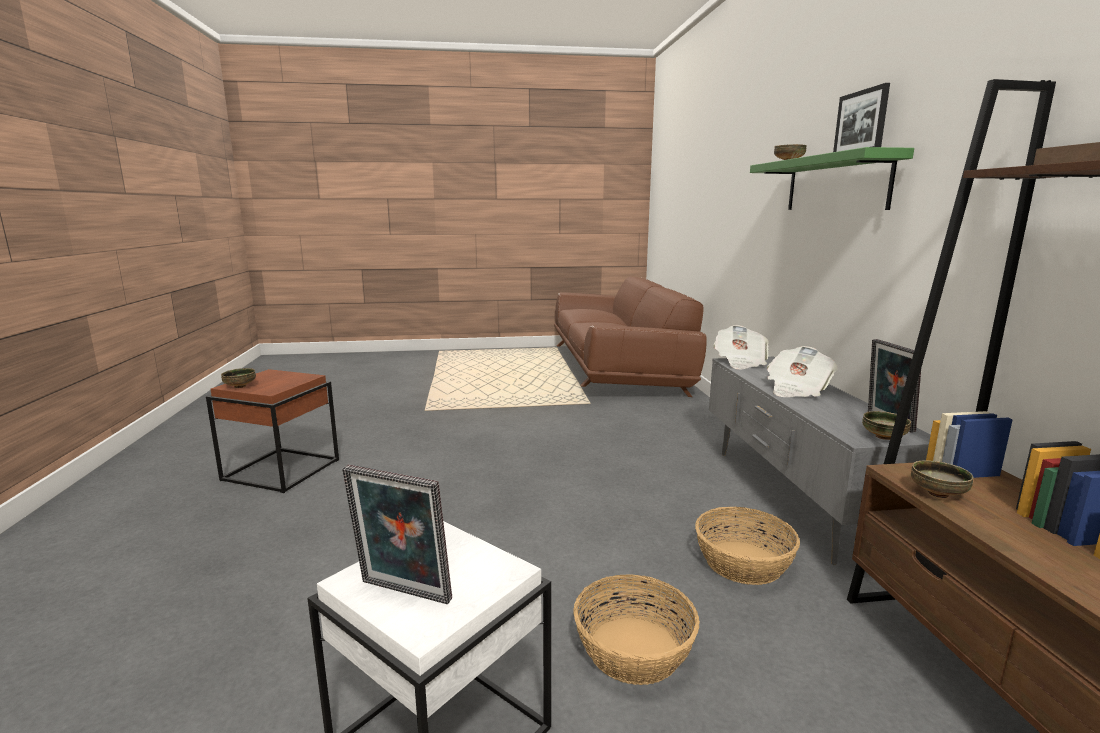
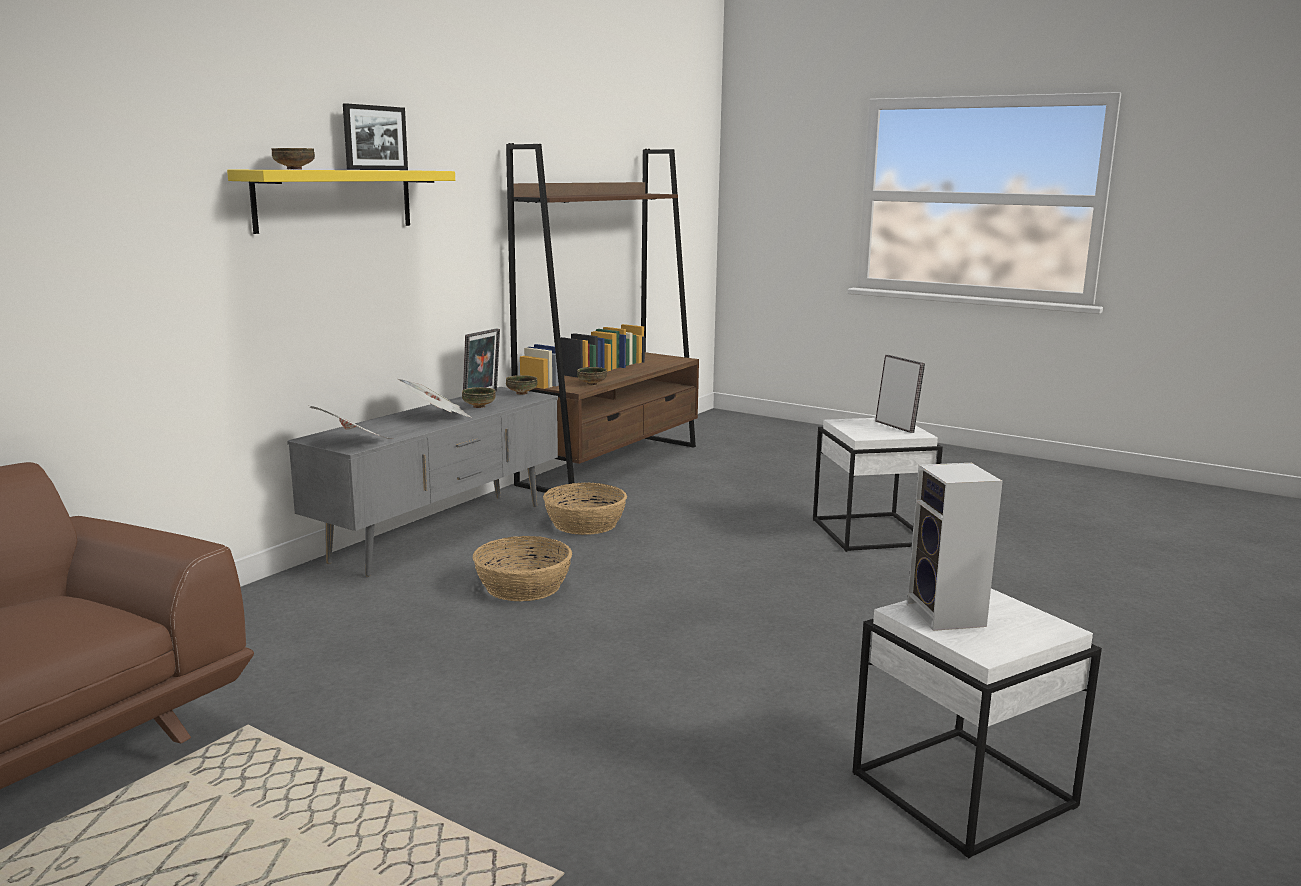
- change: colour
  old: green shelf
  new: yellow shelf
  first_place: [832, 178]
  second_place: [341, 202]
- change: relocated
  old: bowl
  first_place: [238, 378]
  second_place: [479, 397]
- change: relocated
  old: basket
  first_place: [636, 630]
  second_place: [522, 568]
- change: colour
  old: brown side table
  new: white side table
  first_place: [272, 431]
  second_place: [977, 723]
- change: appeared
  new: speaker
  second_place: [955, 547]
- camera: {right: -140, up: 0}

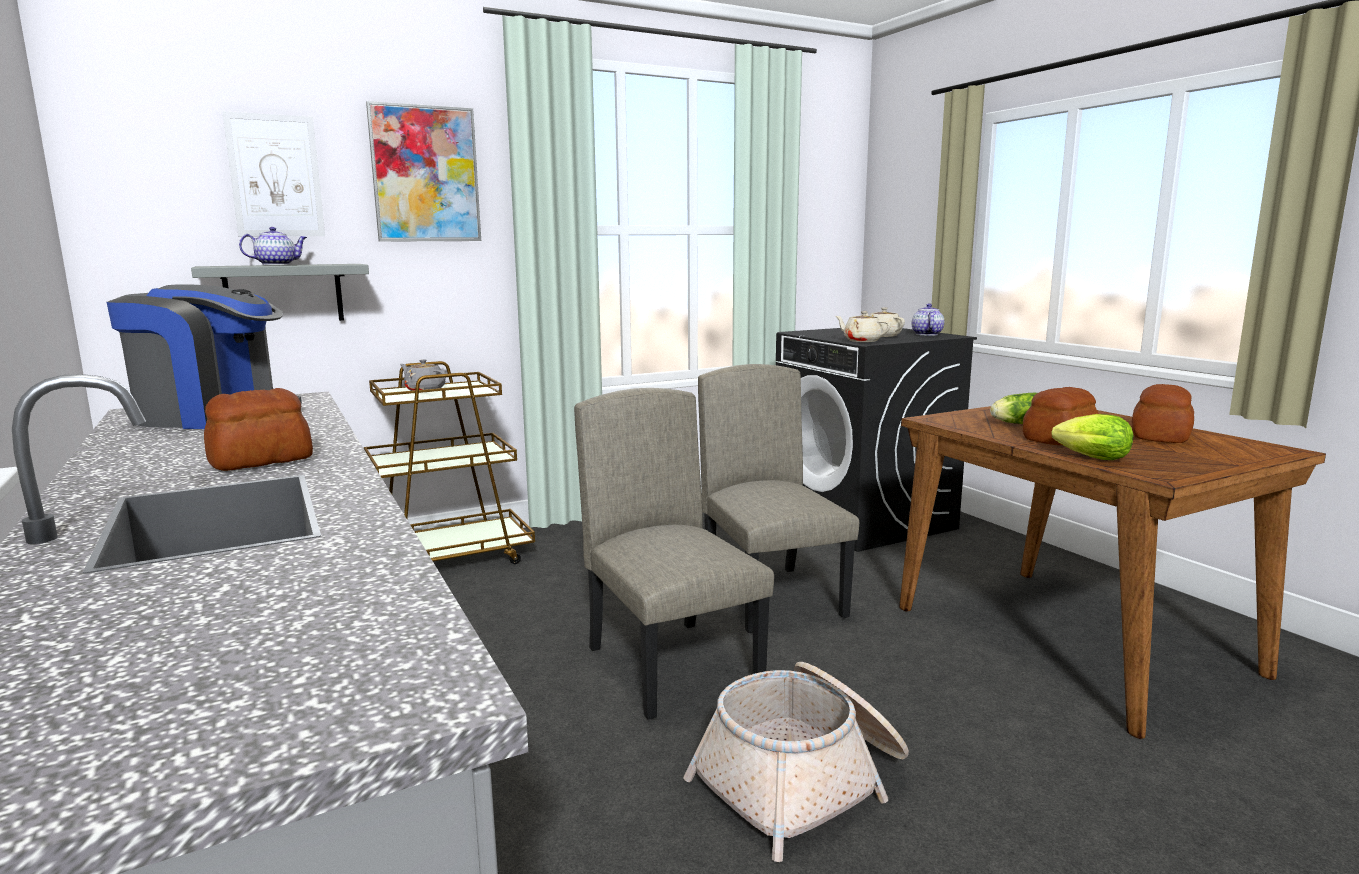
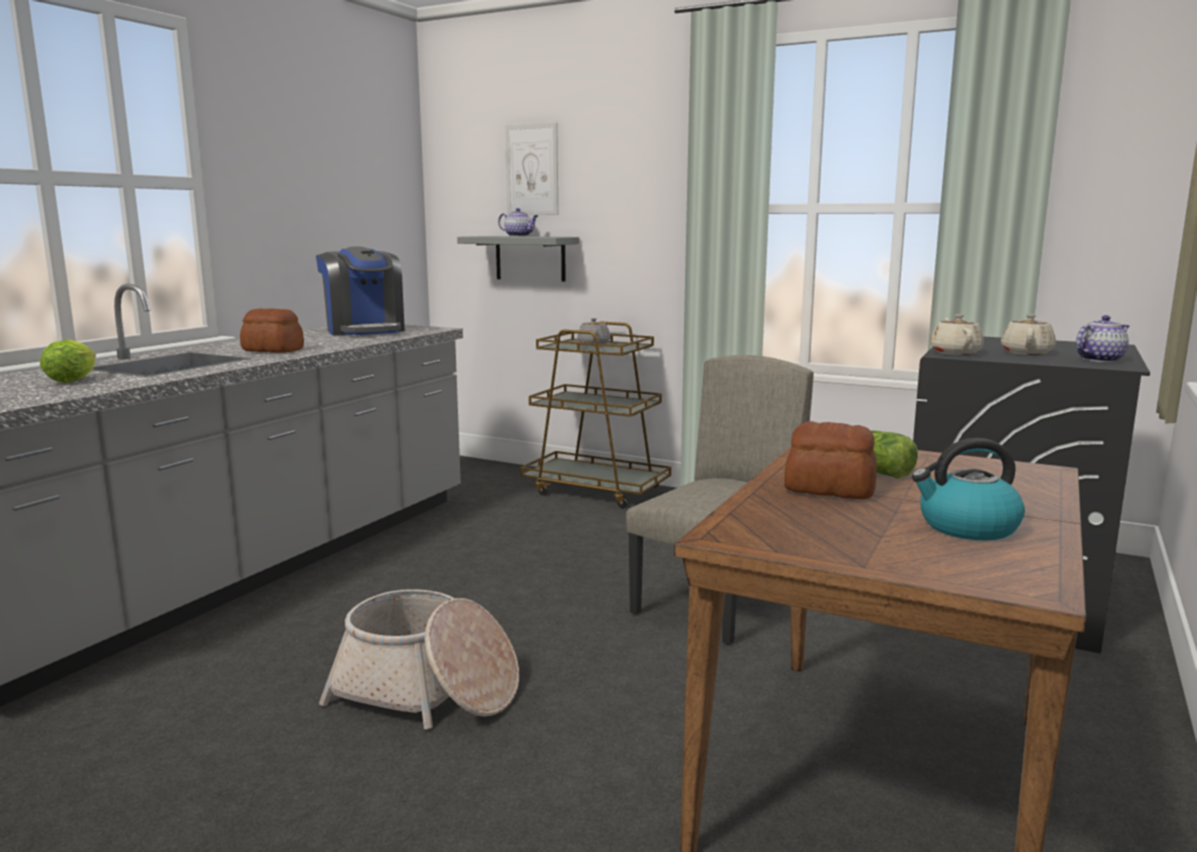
- change: relocated
  old: lettuce
  first_place: [1092, 437]
  second_place: [68, 361]
- change: exchanged
  old: bread
  new: kettle
  first_place: [1163, 413]
  second_place: [968, 489]
- change: missing
  old: picture
  first_place: [423, 171]
- change: missing
  old: beige chair
  first_place: [674, 554]
- camera: {right: 55, up: 0}

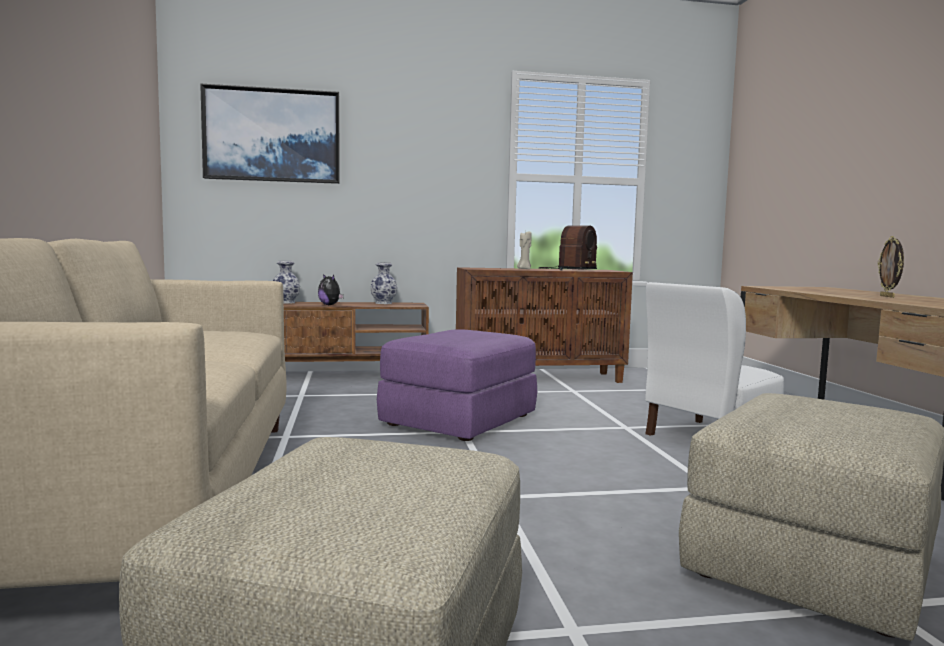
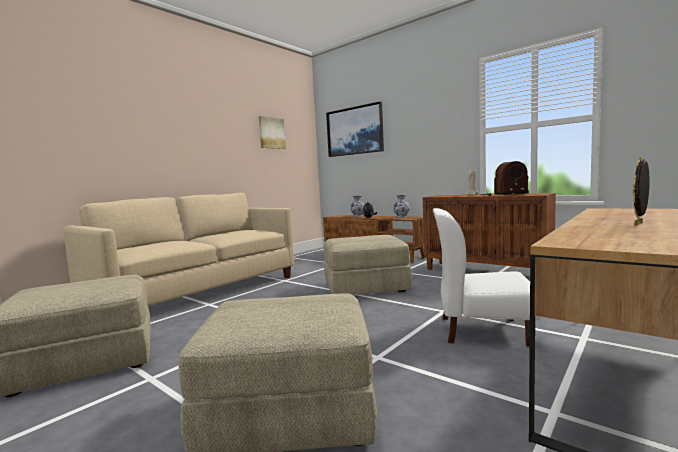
- change: appeared
  new: picture
  second_place: [272, 132]
- change: colour
  old: purple ottoman
  new: beige ottoman
  first_place: [457, 385]
  second_place: [368, 265]
- camera: {right: 50, up: 0}

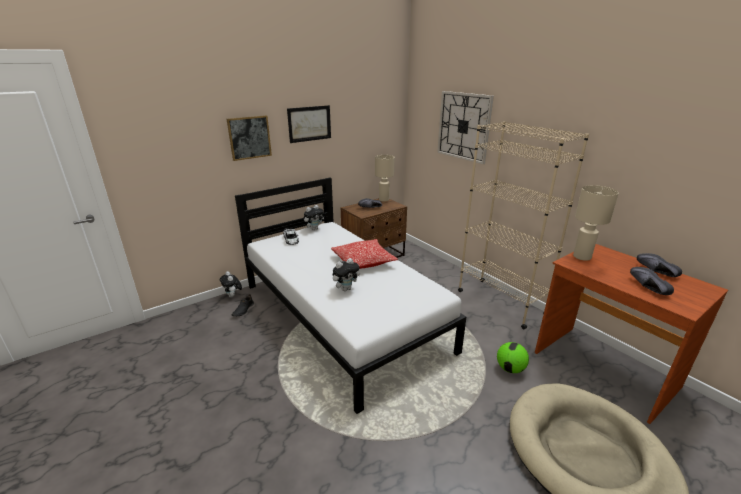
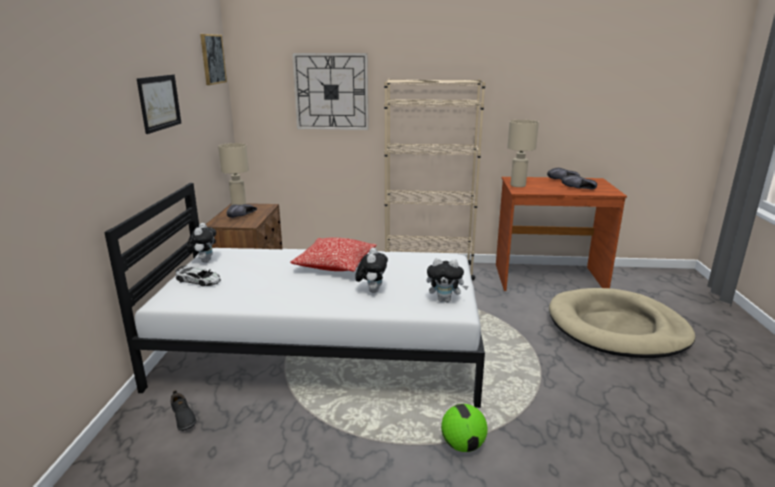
- change: relocated
  old: picture
  first_place: [249, 138]
  second_place: [213, 59]
- change: relocated
  old: plush toy
  first_place: [231, 284]
  second_place: [447, 280]
- change: relocated
  old: football
  first_place: [513, 357]
  second_place: [464, 428]
- camera: {right: -50, up: -5}

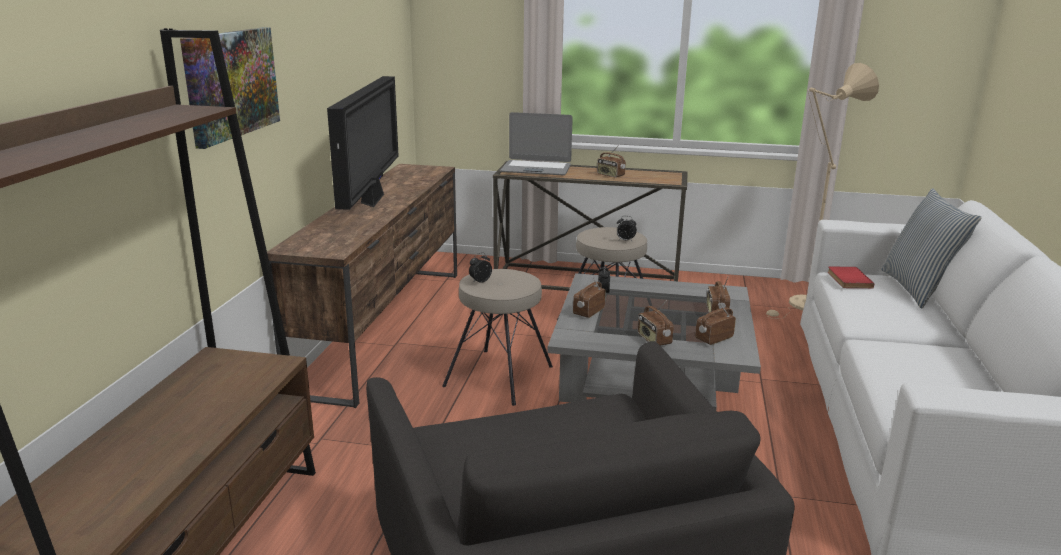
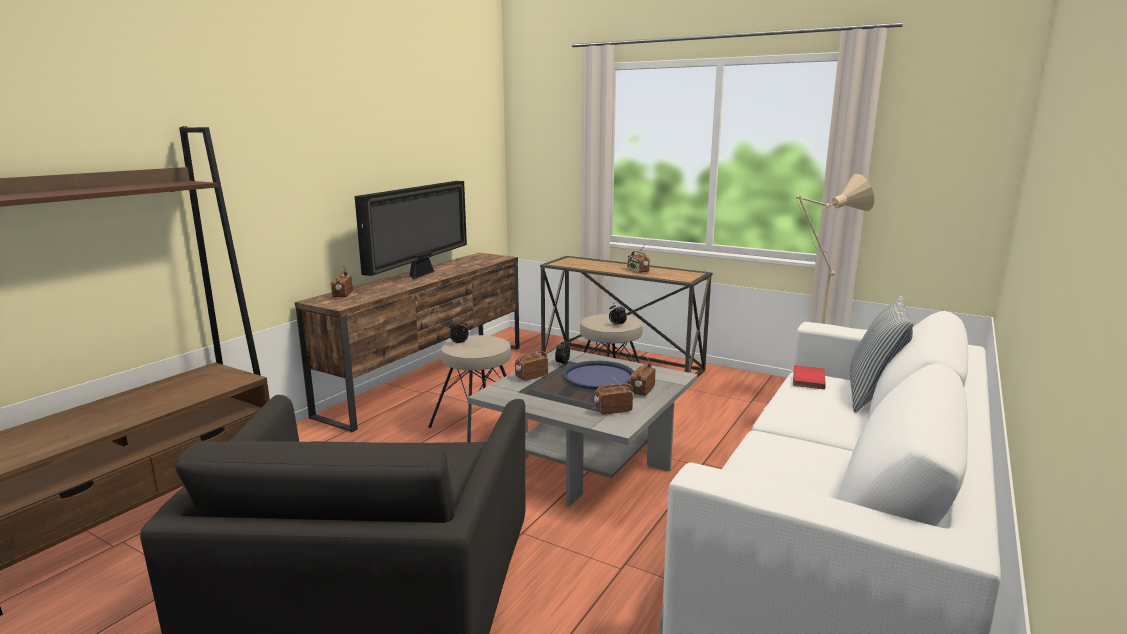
- change: relocated
  old: radio
  first_place: [656, 323]
  second_place: [342, 281]
- change: appeared
  new: blue tray
  second_place: [598, 375]
- change: missing
  old: picture
  first_place: [230, 88]
- change: missing
  old: laptop
  first_place: [536, 143]
- camera: {right: 20, up: -5}

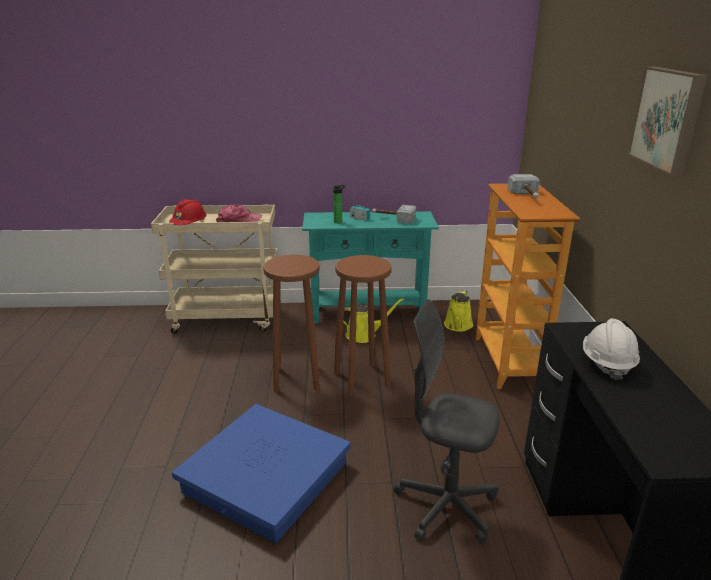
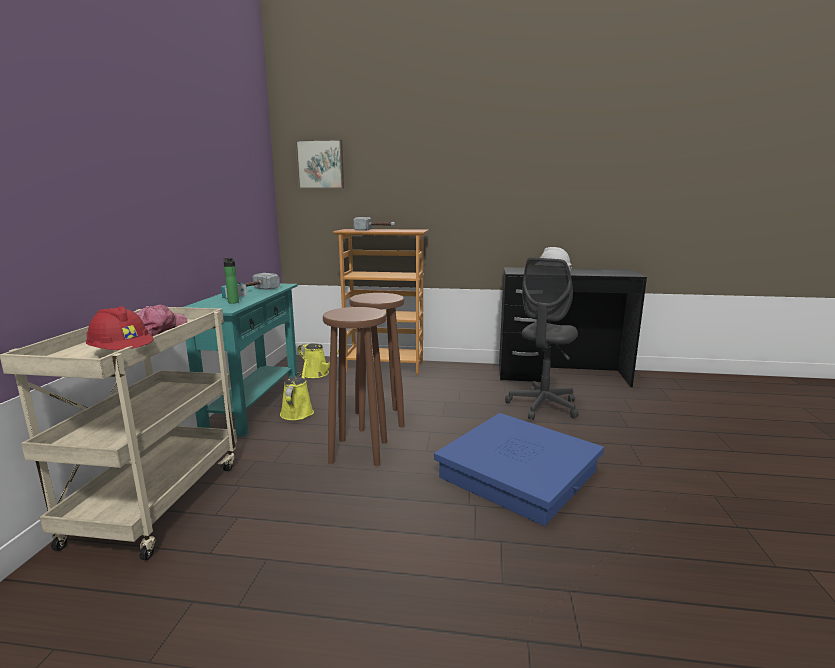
- change: relocated
  old: picture
  first_place: [667, 121]
  second_place: [319, 164]
- camera: {right: -80, up: -10}

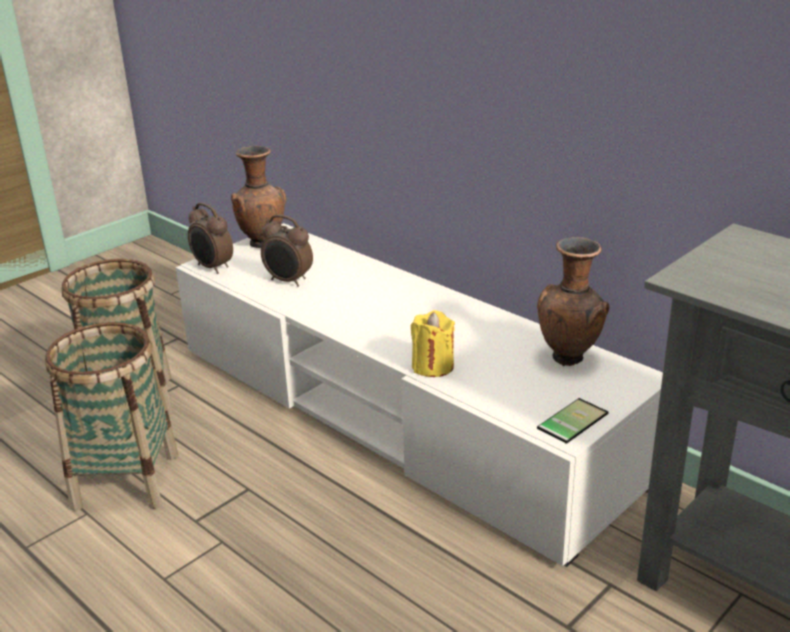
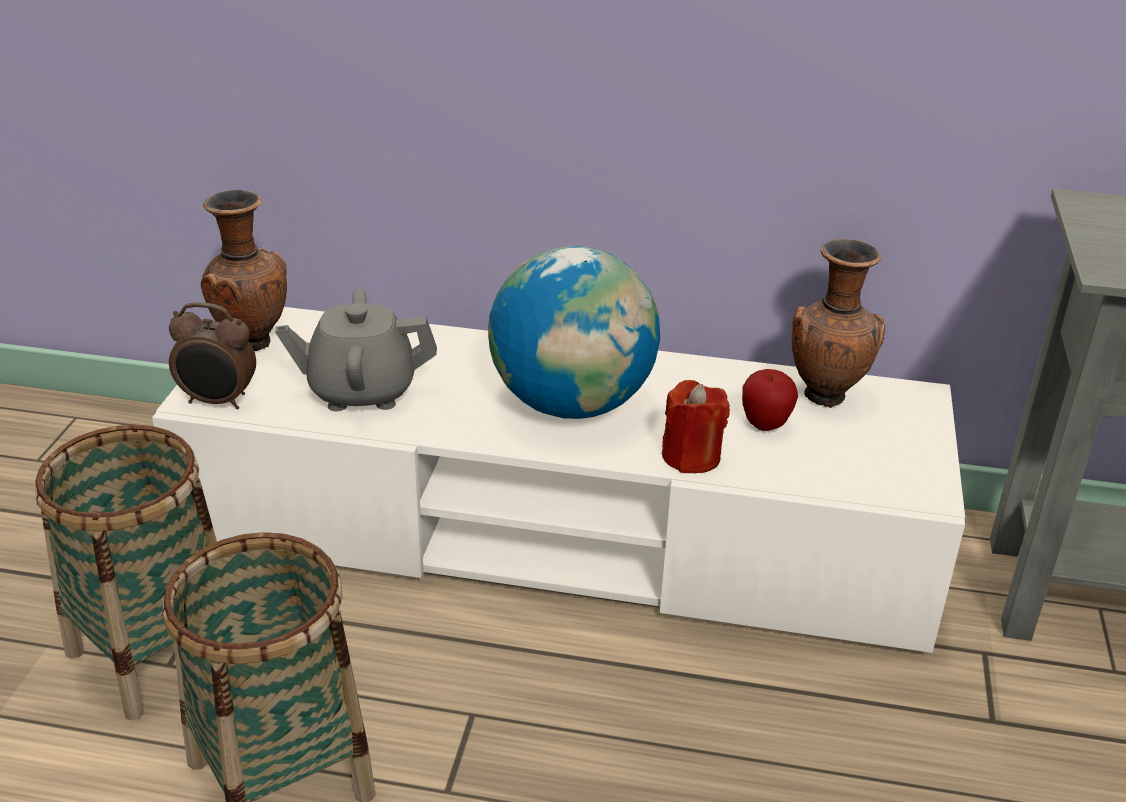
- change: exchanged
  old: alarm clock
  new: grey teapot
  first_place: [287, 251]
  second_place: [356, 350]
- change: appeared
  new: globe
  second_place: [574, 332]
- change: colour
  old: yellow candle
  new: red candle
  first_place: [433, 343]
  second_place: [696, 426]
- change: appeared
  new: apple
  second_place: [770, 400]
- change: missing
  old: phone
  first_place: [572, 421]
- camera: {right: -35, up: 5}

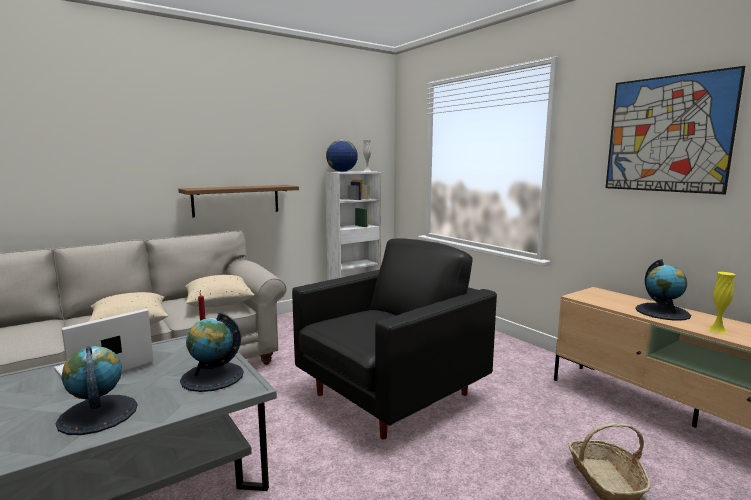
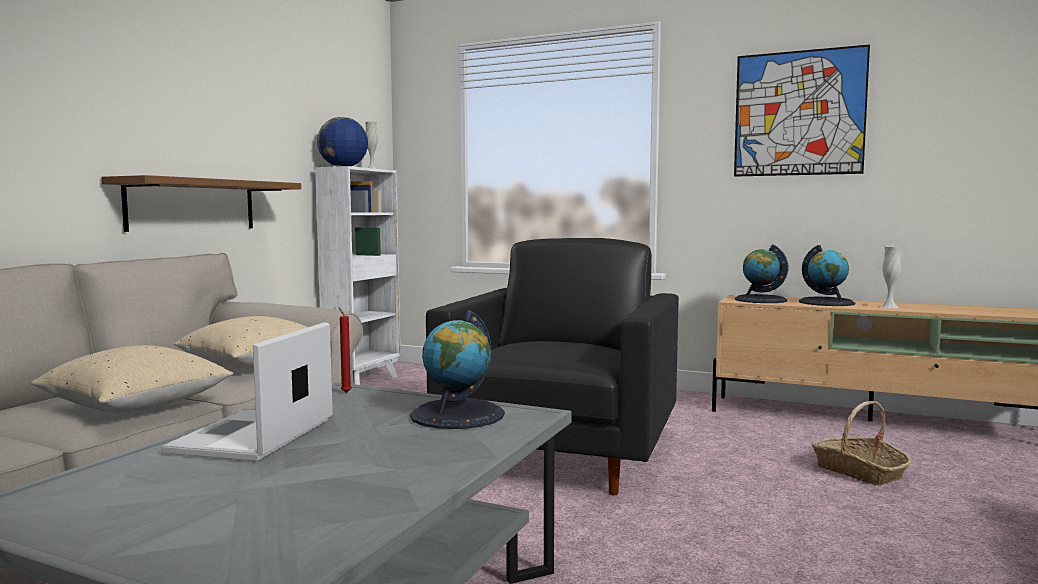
- change: relocated
  old: globe
  first_place: [96, 390]
  second_place: [761, 273]
- change: colour
  old: yellow vase
  new: white vase
  first_place: [721, 302]
  second_place: [890, 277]
- camera: {right: -30, up: -5}

